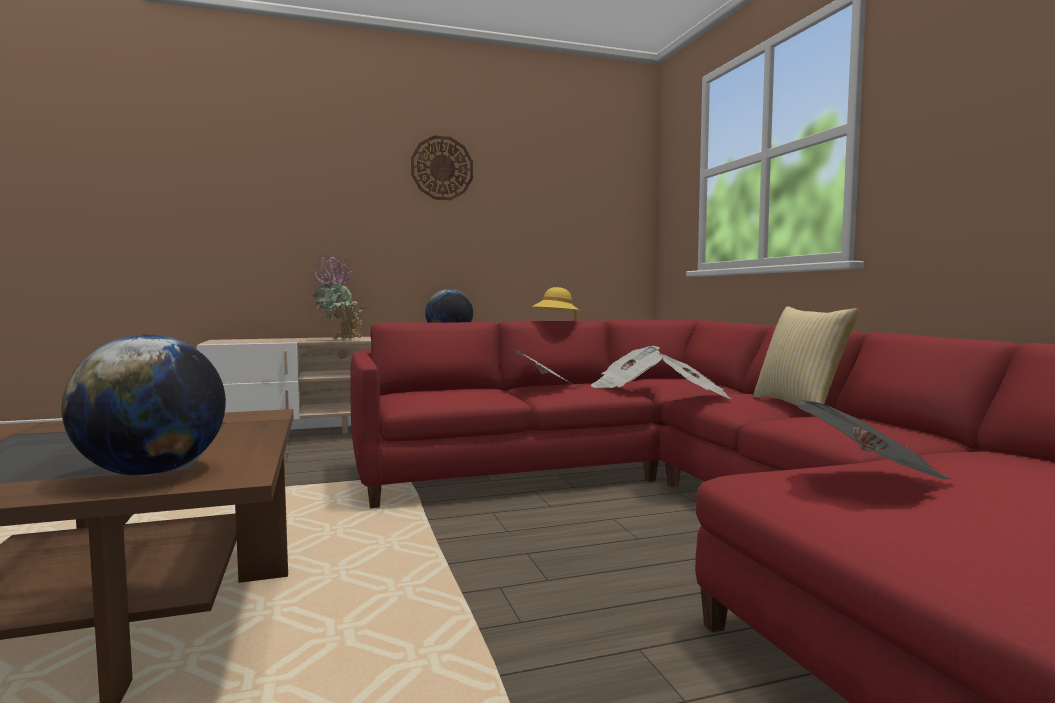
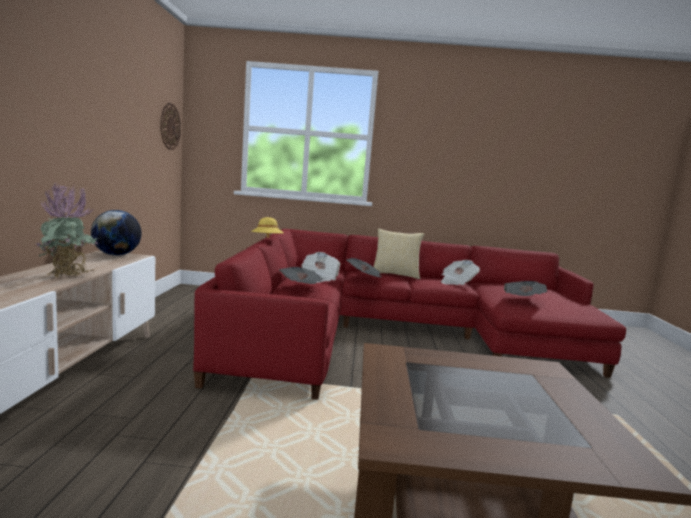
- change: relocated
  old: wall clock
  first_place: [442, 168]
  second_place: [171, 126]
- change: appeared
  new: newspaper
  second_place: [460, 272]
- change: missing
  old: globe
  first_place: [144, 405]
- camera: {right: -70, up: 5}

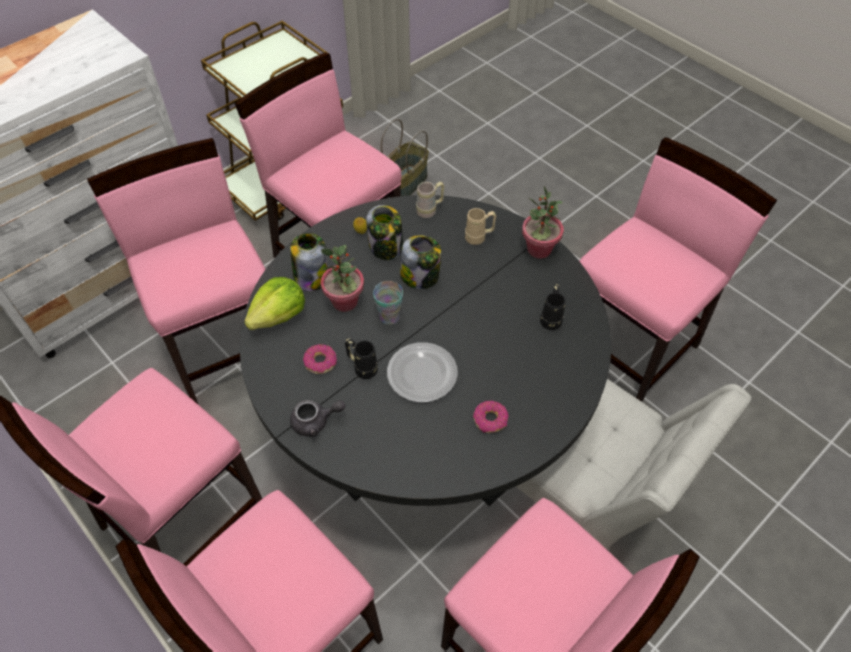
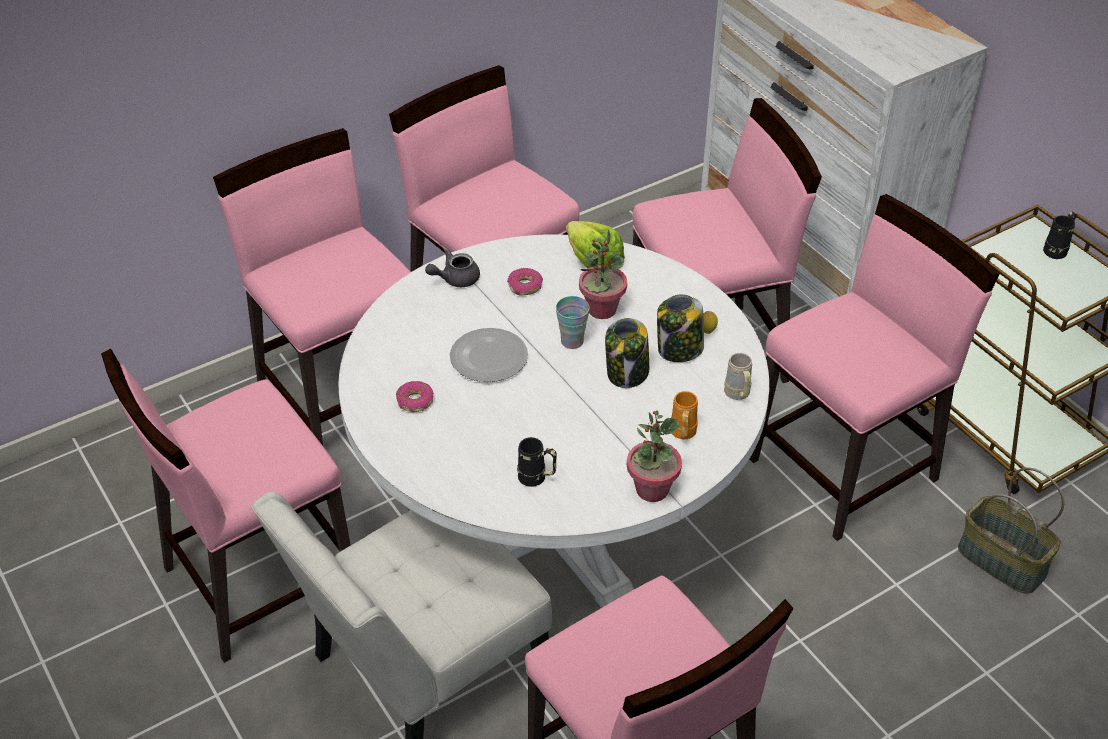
- change: colour
  old: black dining table
  new: white dining table
  first_place: [425, 350]
  second_place: [554, 421]
- change: spun
  old: grey teapot
  first_place: [317, 418]
  second_place: [452, 267]
  degrees: 60
- change: colour
  old: beige mug
  new: orange mug
  first_place: [480, 226]
  second_place: [684, 415]
- change: relocated
  old: black mug
  first_place: [361, 359]
  second_place: [1059, 235]
- change: missing
  old: jar
  first_place: [308, 262]
- camera: {right: 100, up: -10}

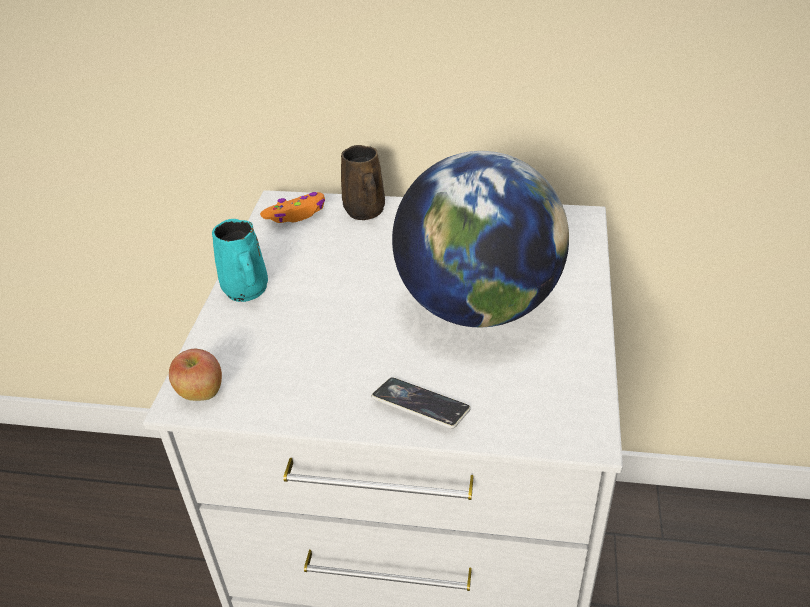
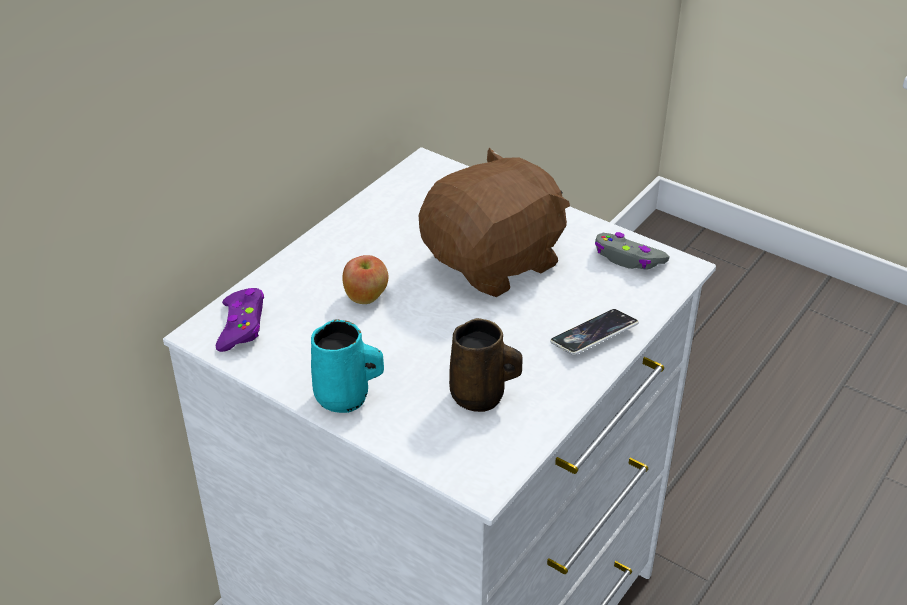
- change: colour
  old: orange game controller
  new: purple game controller
  first_place: [292, 207]
  second_place: [240, 320]
- change: relocated
  old: apple
  first_place: [195, 375]
  second_place: [365, 279]
- change: exchanged
  old: globe
  new: brown plush toy
  first_place: [480, 239]
  second_place: [494, 222]
- change: relocated
  old: brown mug
  first_place: [363, 182]
  second_place: [485, 365]
- change: appeared
  new: grey game controller
  second_place: [632, 251]
- camera: {right: -65, up: 0}

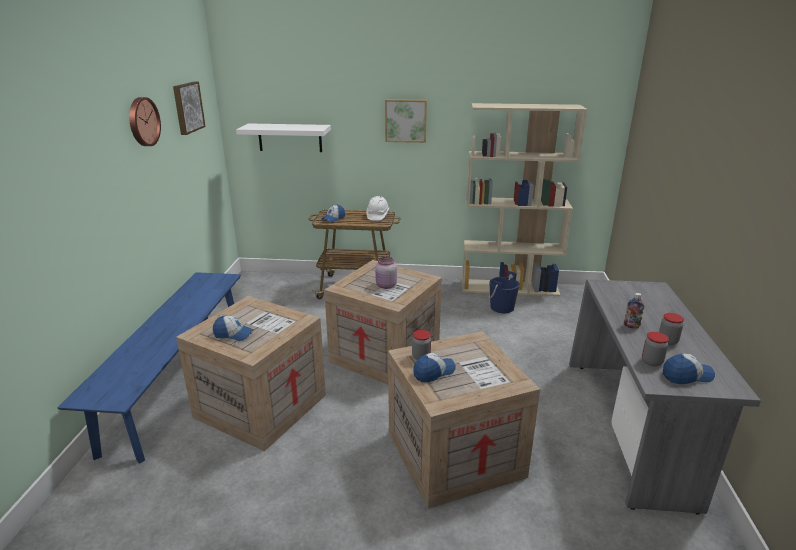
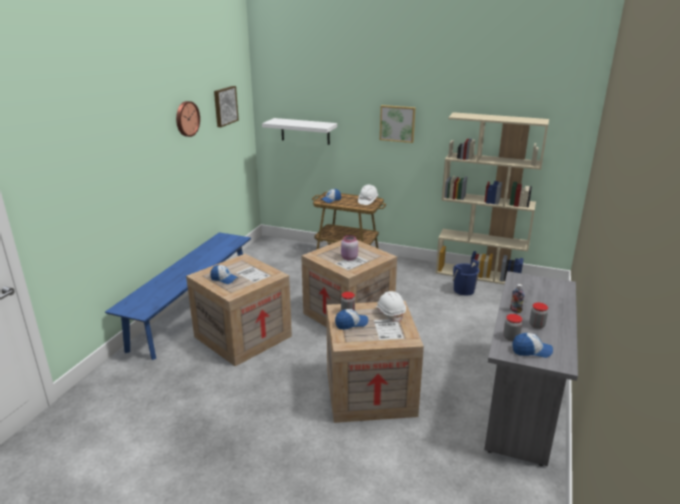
- change: appeared
  new: white hard hat
  second_place: [391, 306]
- camera: {right: 15, up: 0}

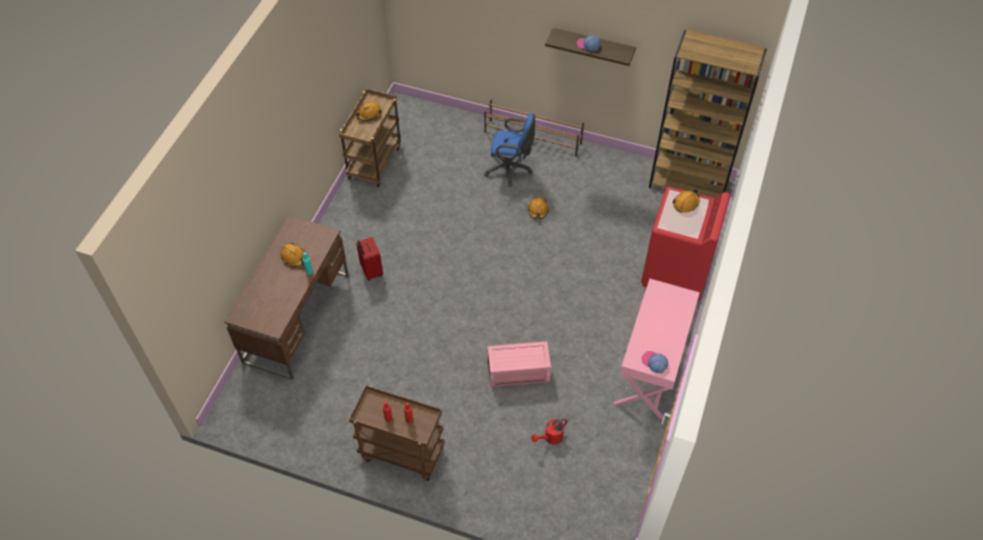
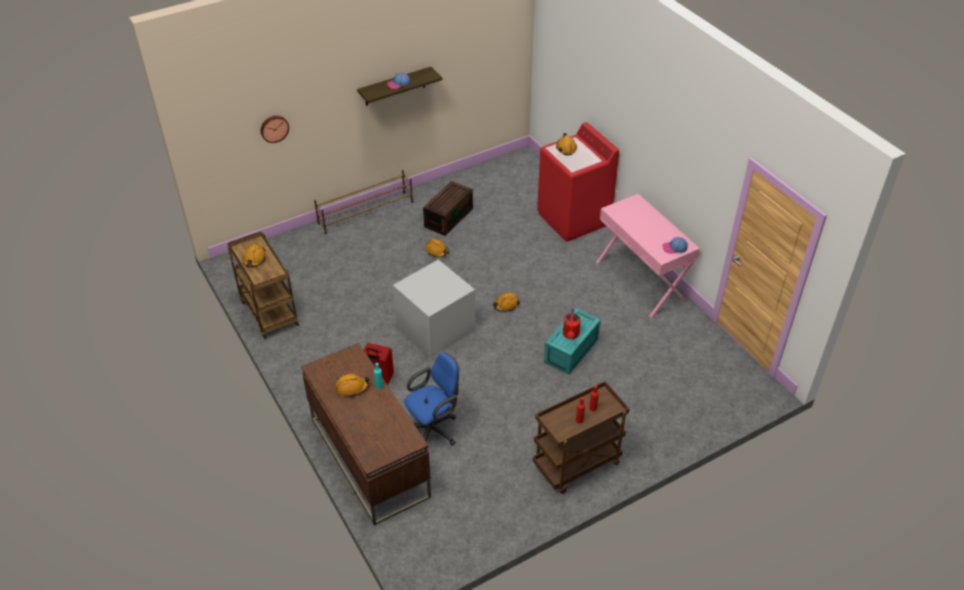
- change: appeared
  new: wall clock
  second_place: [274, 129]
- change: appeared
  new: grey storage box
  second_place: [434, 308]
- change: relocated
  old: blue office chair
  first_place: [509, 150]
  second_place: [431, 399]
- change: appeared
  new: brown storage box
  second_place: [448, 208]
- change: appeared
  new: orange hard hat
  second_place: [506, 302]
- change: colour
  old: pink storage box
  new: turquoise storage box
  first_place: [519, 364]
  second_place: [572, 341]
- change: relocated
  old: red watering can
  first_place: [549, 431]
  second_place: [572, 324]
- change: missing
  old: brown bookcase
  first_place: [708, 113]
- camera: {right: -50, up: -10}

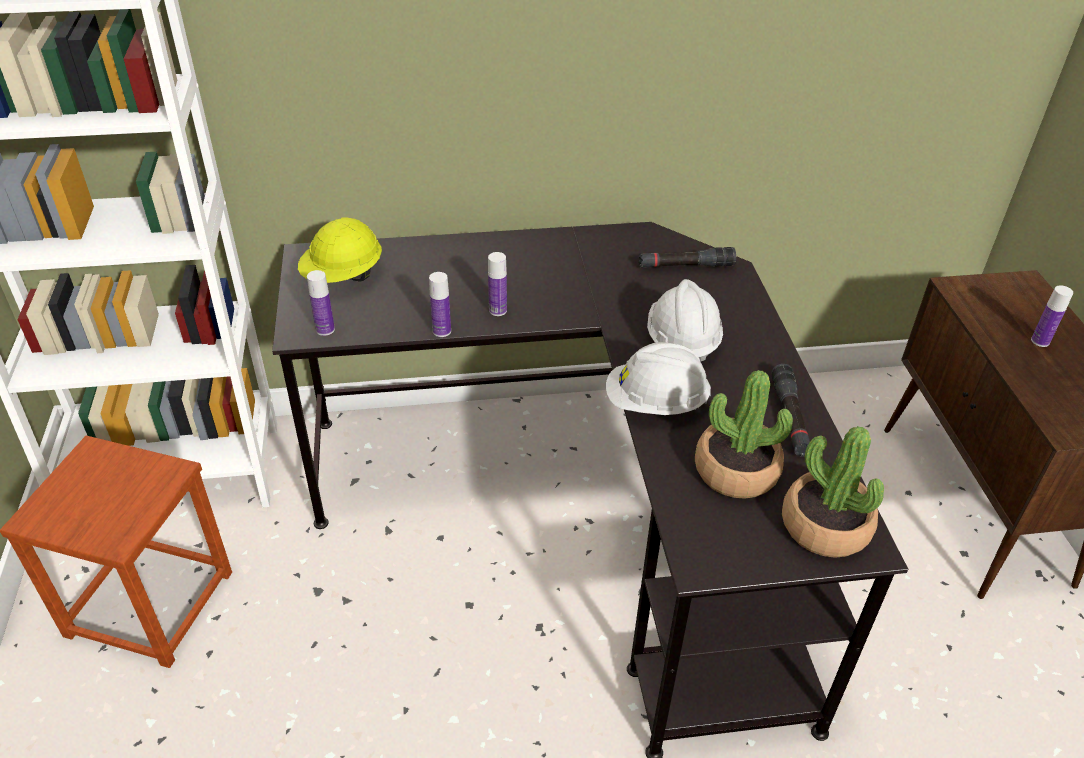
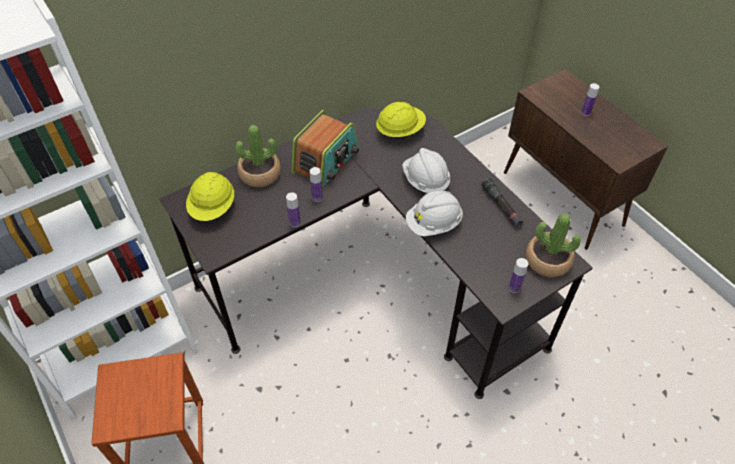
- change: relocated
  old: potted plant
  first_place: [744, 434]
  second_place: [258, 156]
- change: appeared
  new: radio
  second_place: [325, 148]
- change: exchanged
  old: black flashlight
  new: yellow hard hat
  first_place: [687, 257]
  second_place: [401, 120]
- change: relocated
  old: bottle
  first_place: [321, 303]
  second_place: [518, 275]
- camera: {right: -25, up: 10}

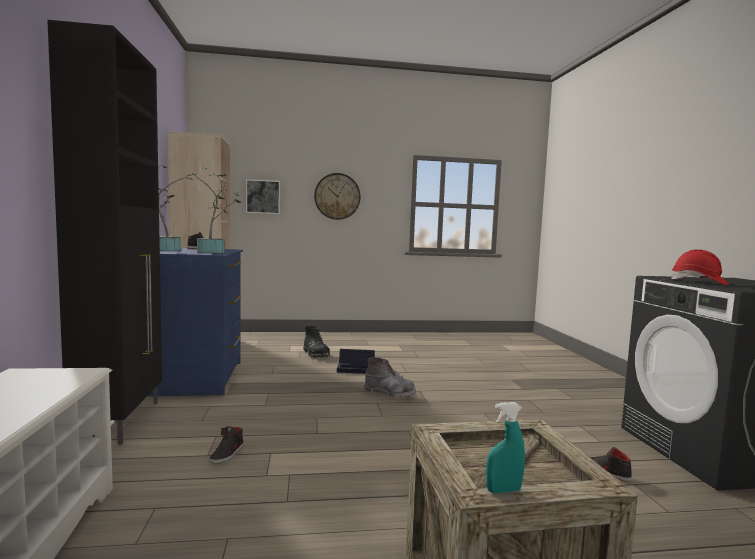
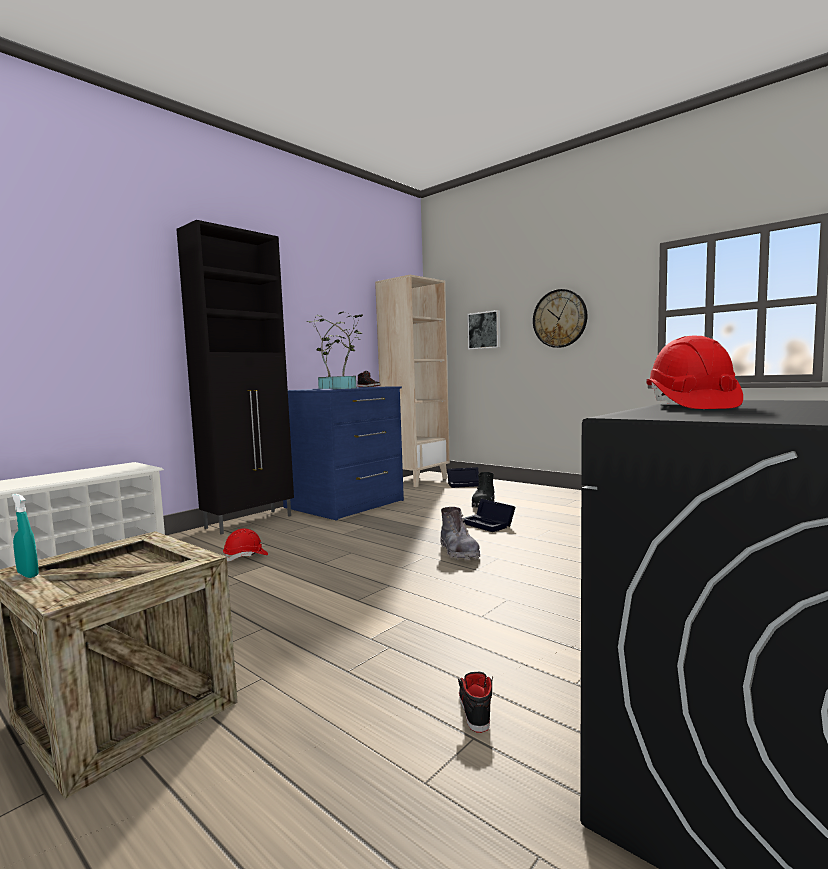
- change: exchanged
  old: black shoe
  new: red hard hat
  first_place: [226, 445]
  second_place: [245, 544]
- change: appeared
  new: black storage box
  second_place: [463, 477]
- camera: {right: 50, up: 0}

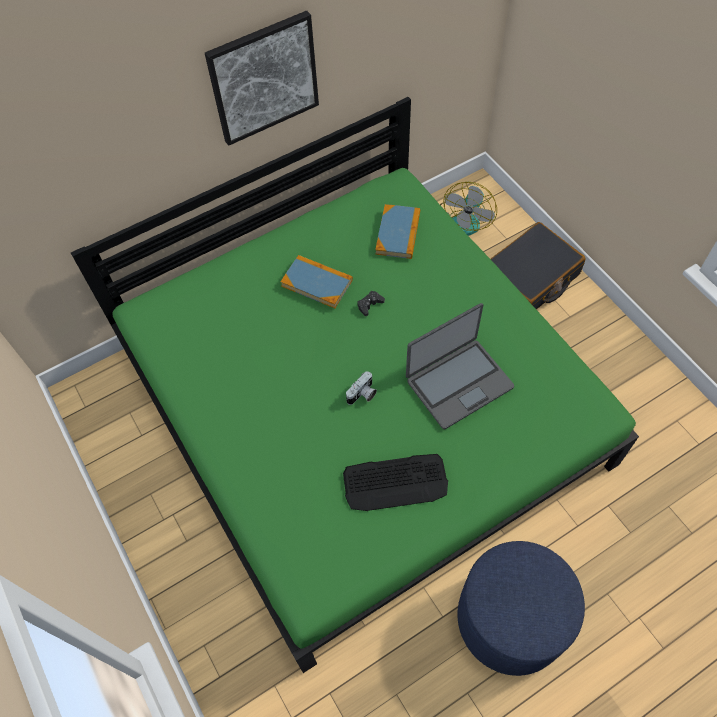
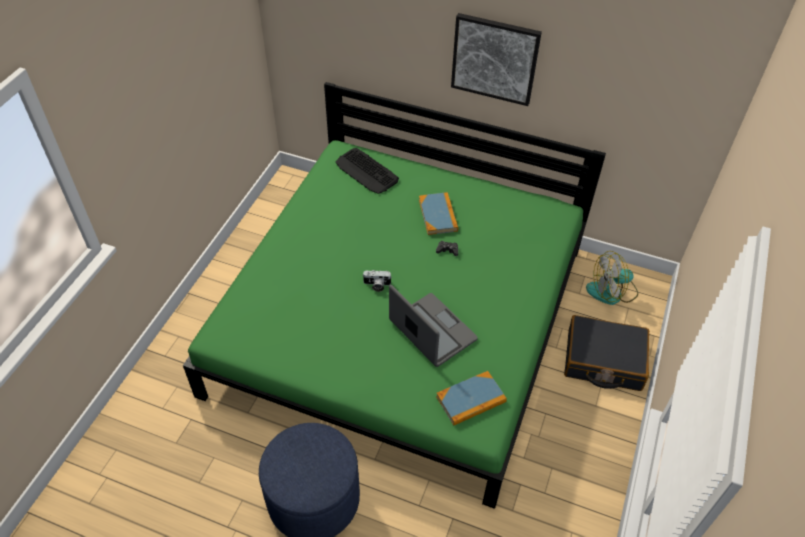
- change: relocated
  old: keyboard
  first_place: [395, 482]
  second_place: [367, 171]
- change: spun
  old: laptop
  first_place: [460, 366]
  second_place: [433, 326]
  degrees: -150
- change: relocated
  old: book
  first_place: [397, 231]
  second_place: [471, 398]
- camera: {right: 50, up: -10}

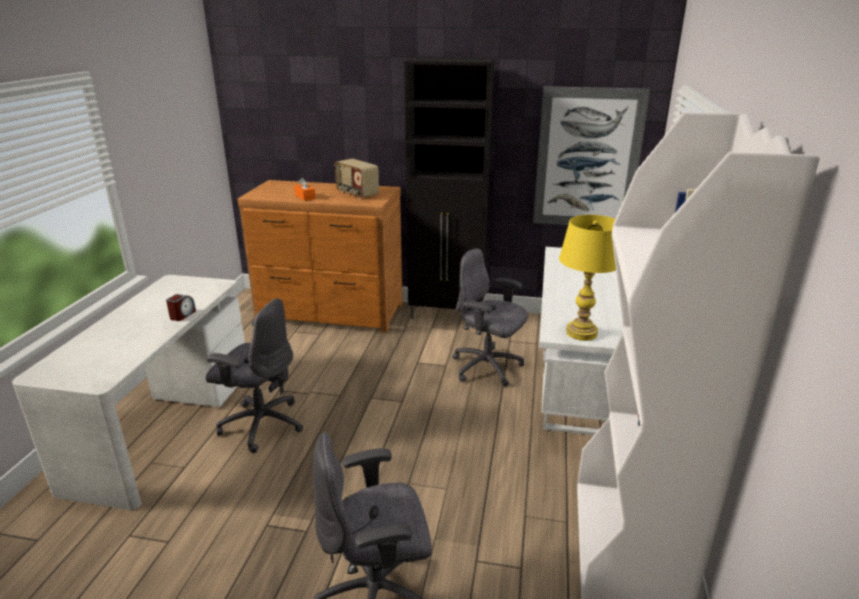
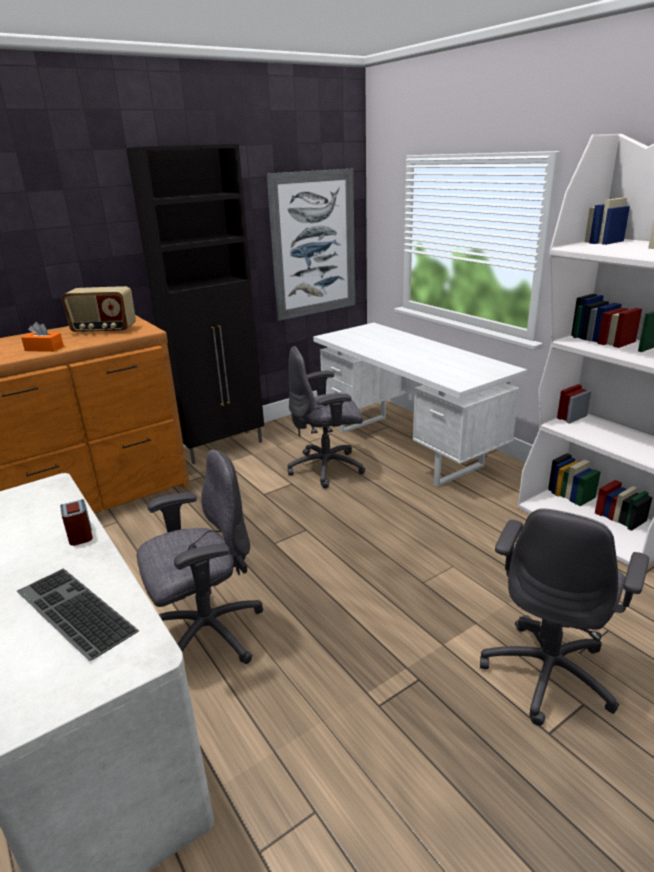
- change: appeared
  new: keyboard
  second_place: [78, 614]
- change: missing
  old: yellow table lamp
  first_place: [587, 278]
- camera: {right: -45, up: 0}

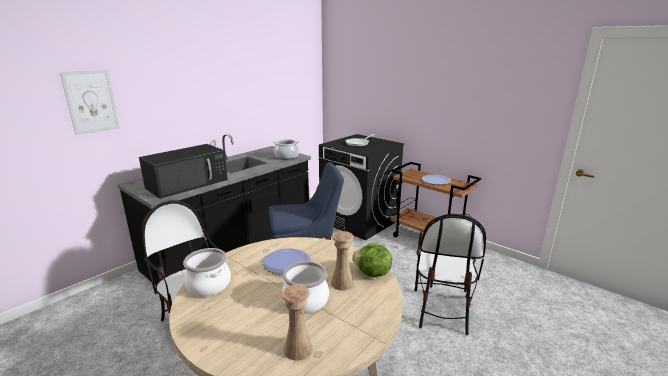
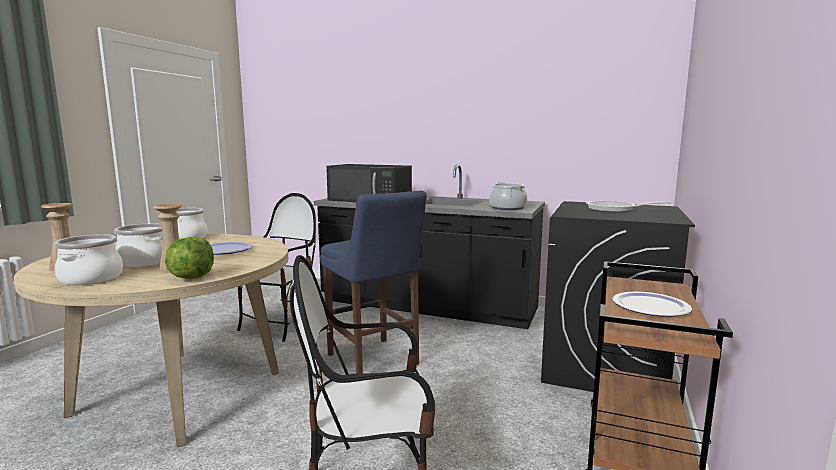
- change: appeared
  new: cooking pot
  second_place: [88, 259]
- change: missing
  old: picture
  first_place: [90, 102]
- camera: {right: 70, up: -10}

